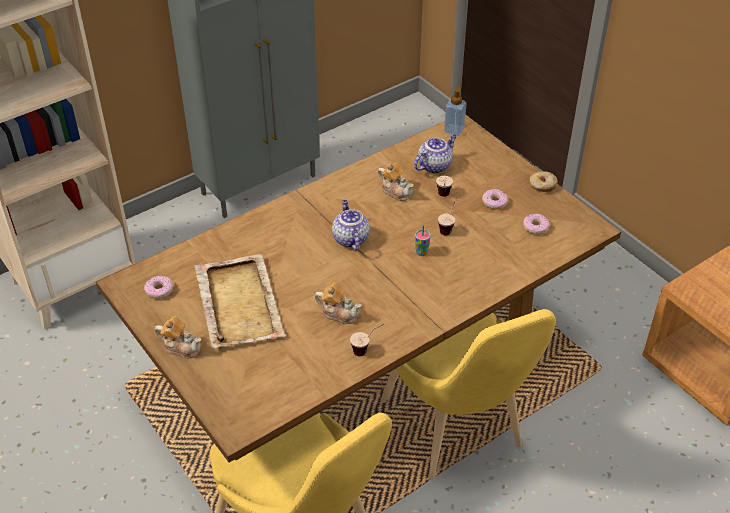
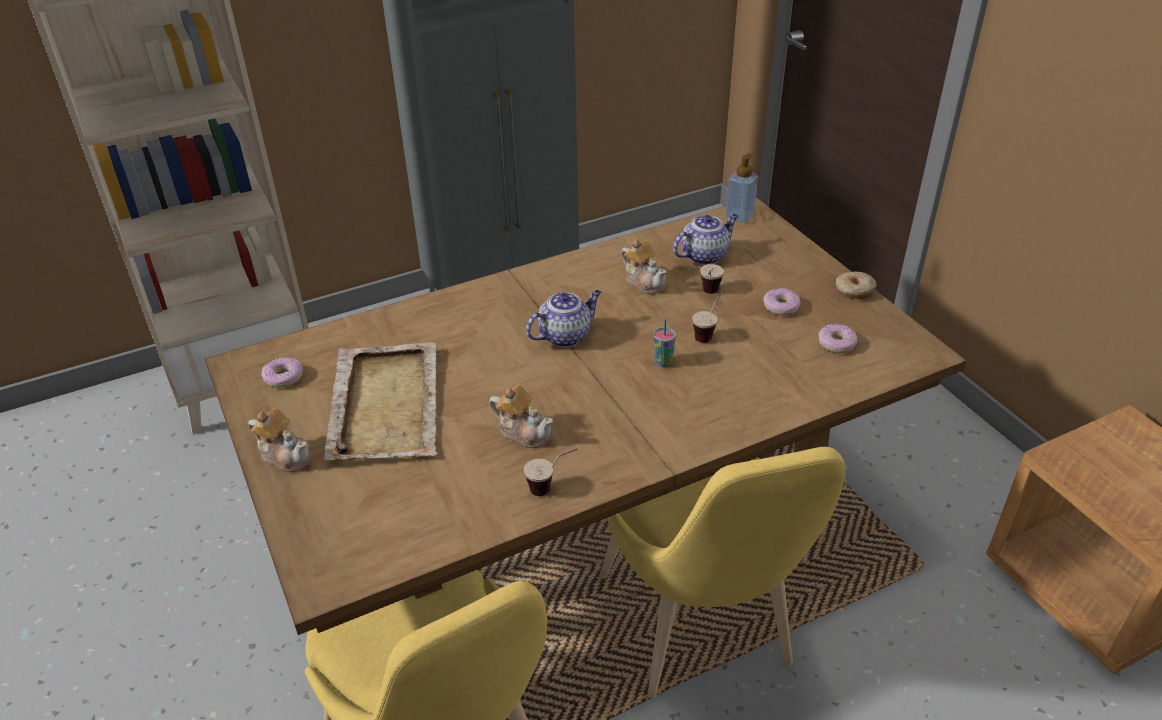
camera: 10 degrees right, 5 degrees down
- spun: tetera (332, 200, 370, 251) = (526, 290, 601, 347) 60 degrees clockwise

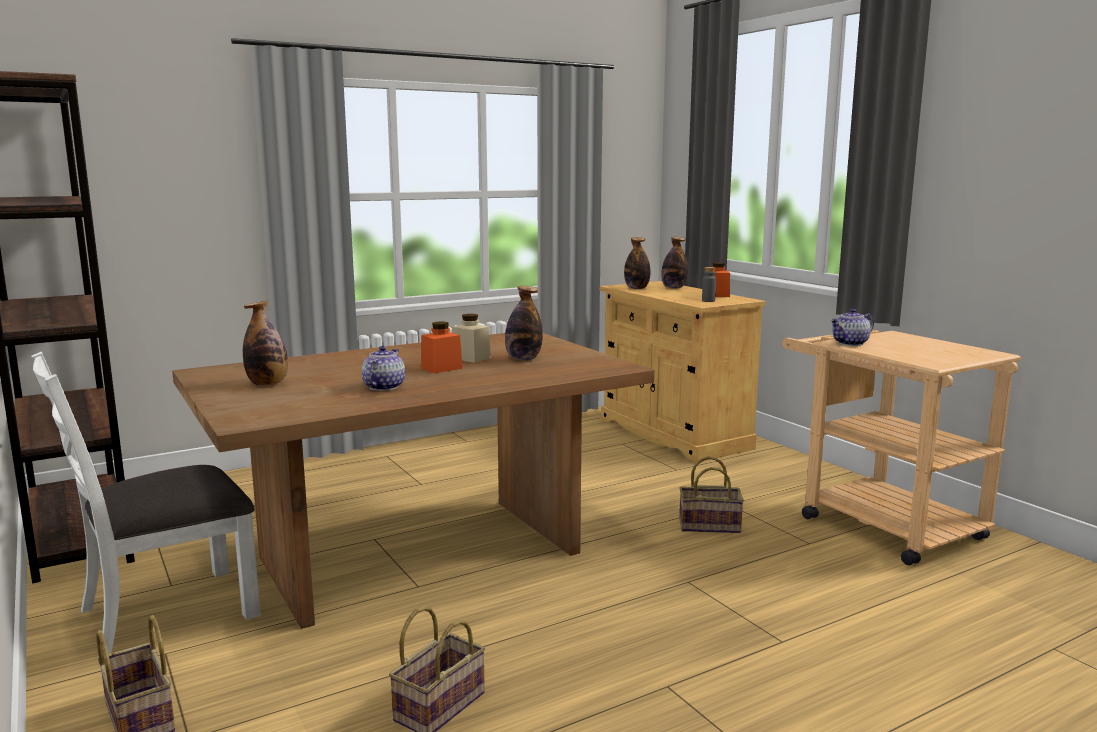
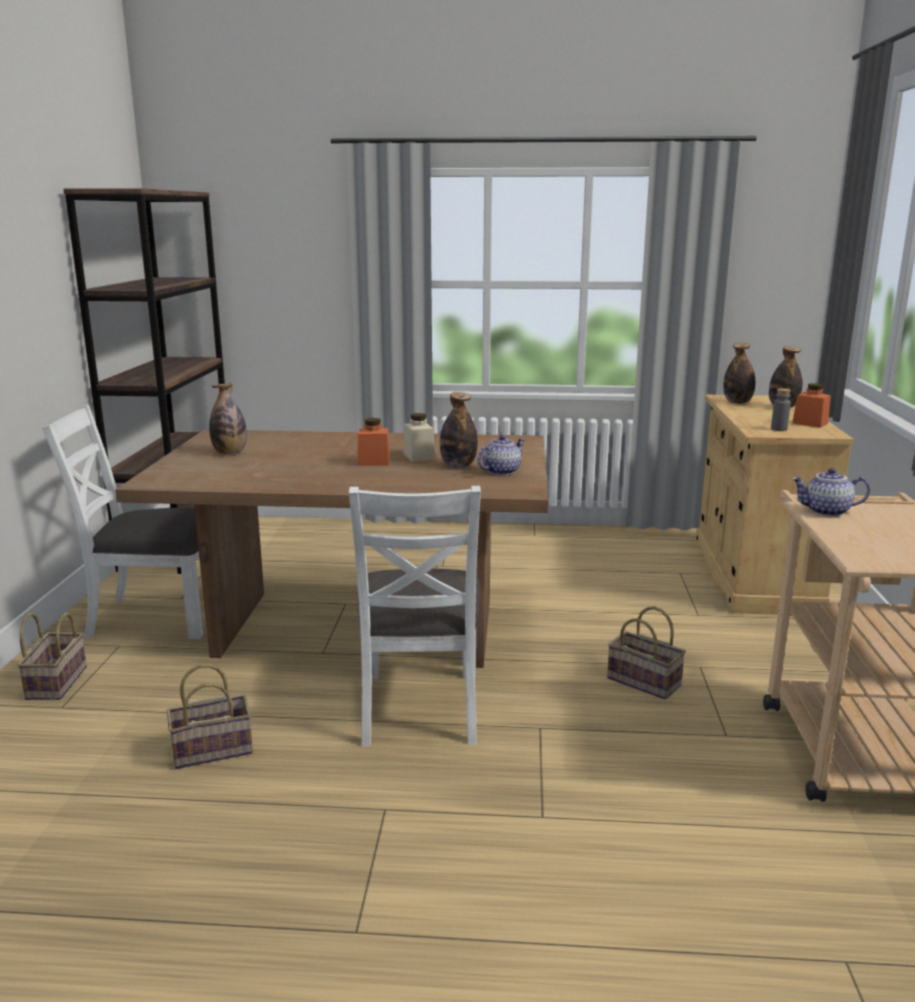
camera: 35 degrees right, 5 degrees up
- appeared: silla [blanco] (349, 486, 481, 747)
- relocated: tetera (362, 346, 405, 391) to (477, 435, 525, 475)

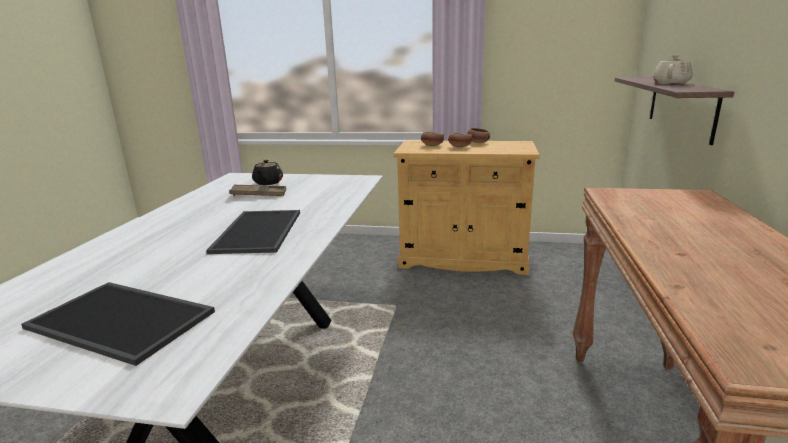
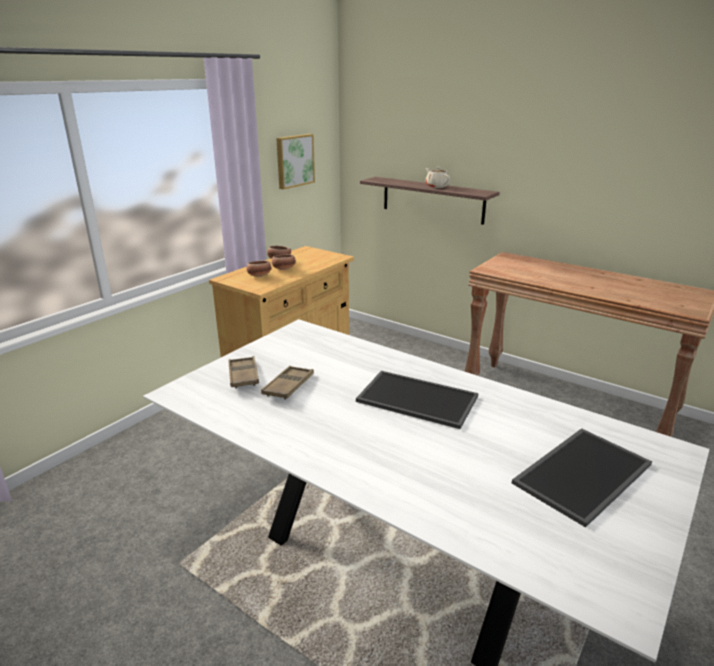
camera: 65 degrees left, 5 degrees up
- appeared: cuadro (276, 134, 315, 190)
- exchanged: tetera [negro] (252, 159, 283, 185) to bandeja [marrón] (228, 356, 259, 388)

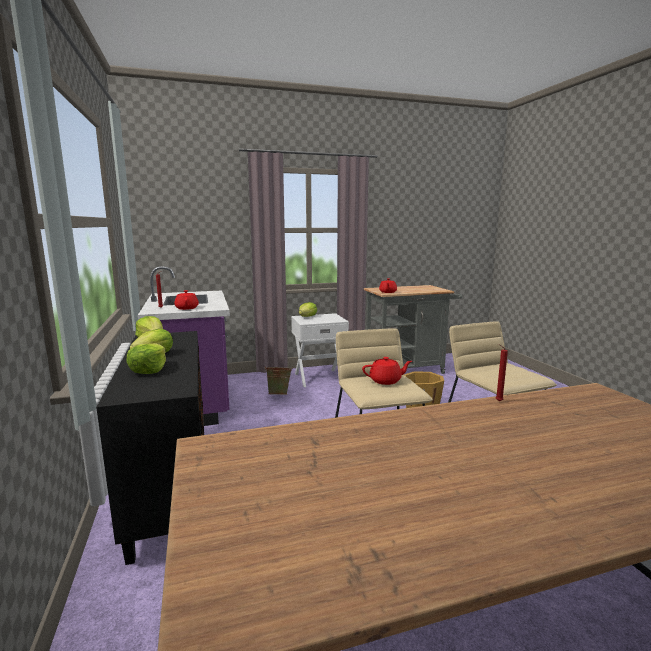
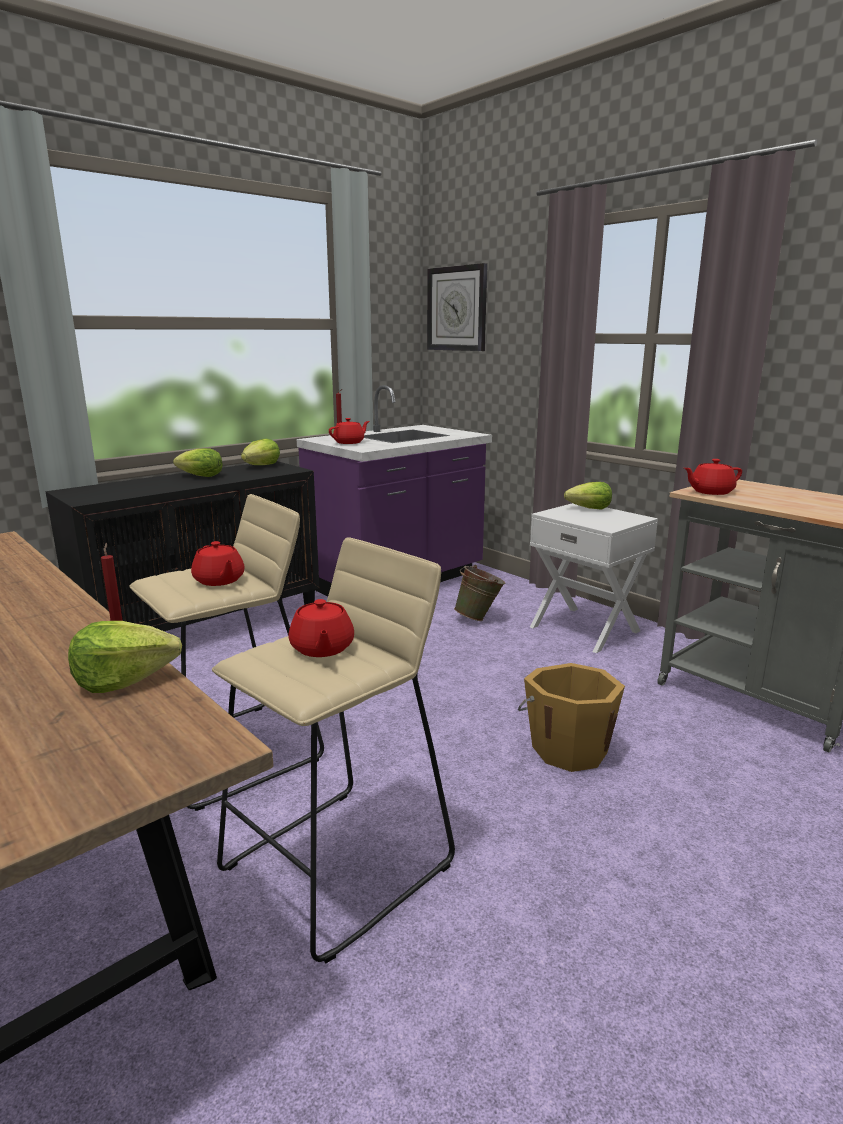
camera: 65 degrees right, 5 degrees up
- appeared: tetera [rojo] (288, 599, 354, 657)
- appeared: reloj de pared (427, 263, 487, 351)
- relocated: lechuga (127, 343, 166, 374) to (68, 621, 182, 693)

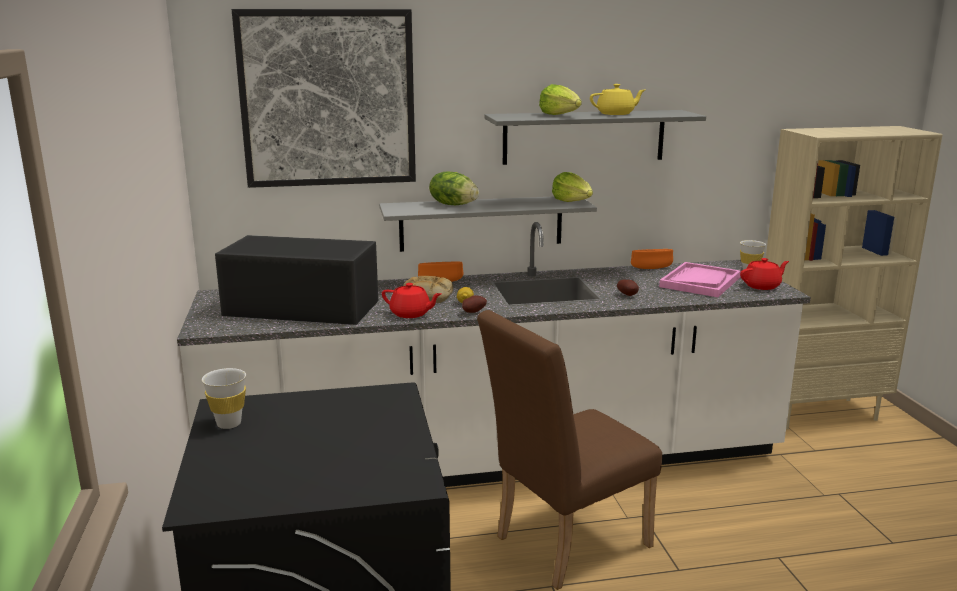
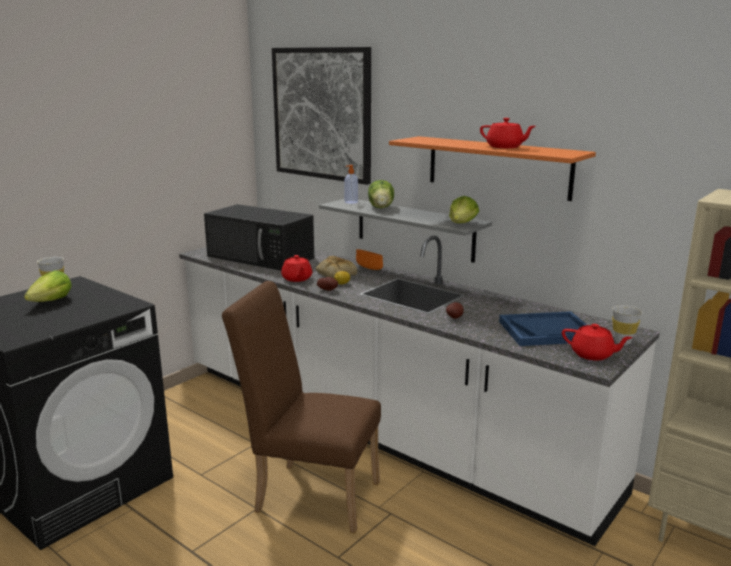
camera: 50 degrees right, 0 degrees up
- missing: cuenco [naranja] (631, 249, 673, 269)
- appeared: dispensador de jabón (344, 165, 358, 204)
- relocated: lechuga (539, 84, 582, 115) to (24, 270, 72, 302)
- colour: estante [gris] (484, 110, 706, 165) to estante [naranja] (389, 136, 596, 201)
- colour: tetera [amarillo] (590, 84, 645, 115) to tetera [rojo] (480, 118, 536, 148)
- colour: bandeja [rosa] (659, 262, 741, 297) to bandeja [azul] (499, 311, 587, 346)
- spun: microondas [negro] (215, 235, 378, 325) = (204, 204, 314, 271) 150 degrees clockwise

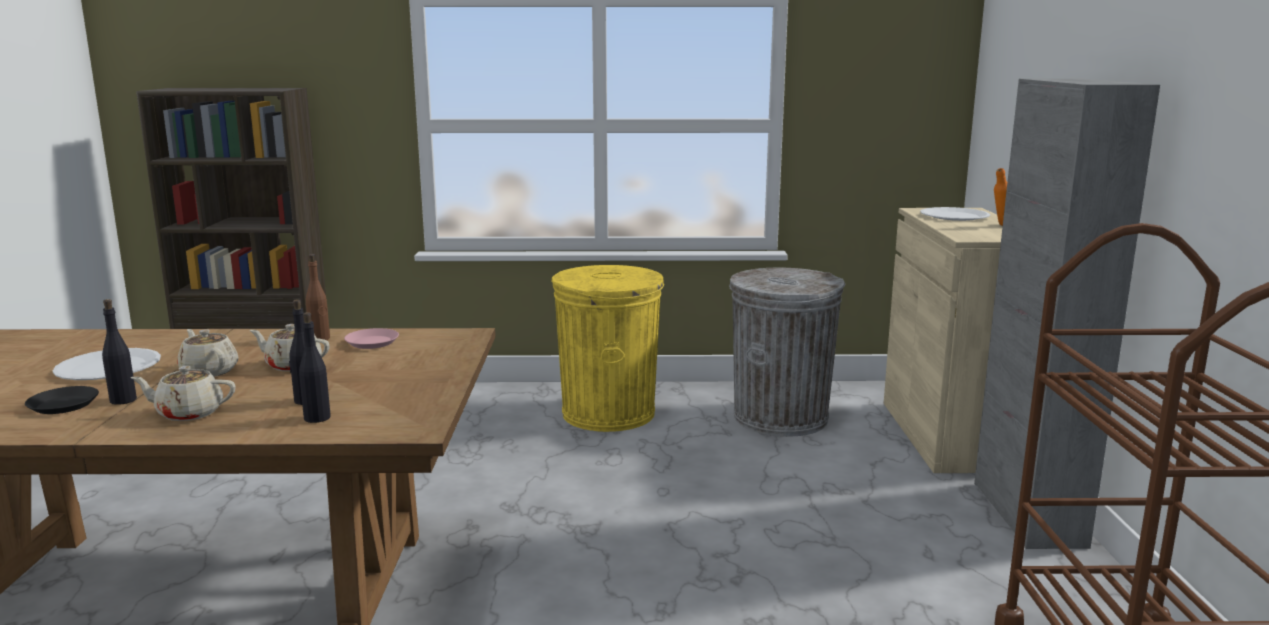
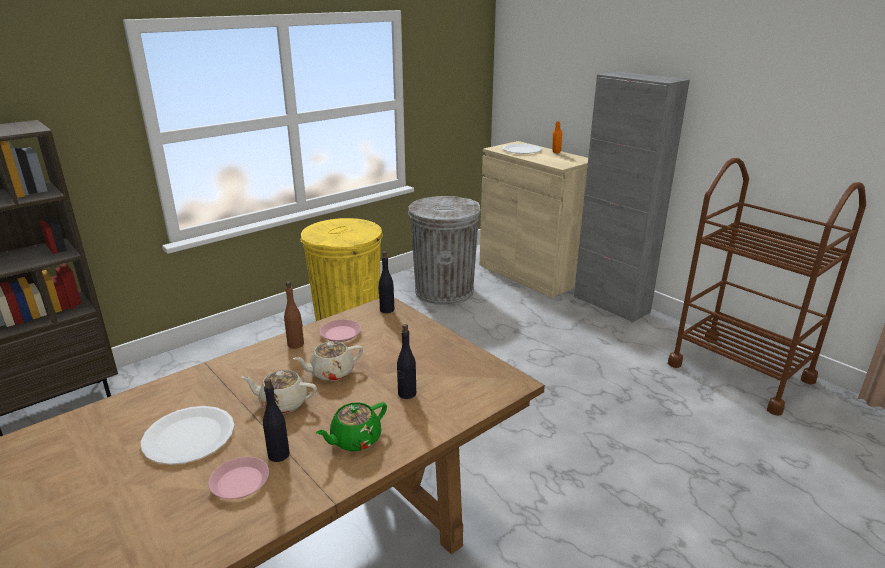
camera: 40 degrees left, 10 degrees up
- relocated: botella [negro] (299, 312, 331, 423) to (378, 251, 394, 313)
- colour: plato [negro] (25, 386, 99, 414) to plato [rosa] (208, 457, 269, 499)
- colour: tetera [beis] (131, 366, 236, 421) to tetera [verde] (315, 402, 387, 451)

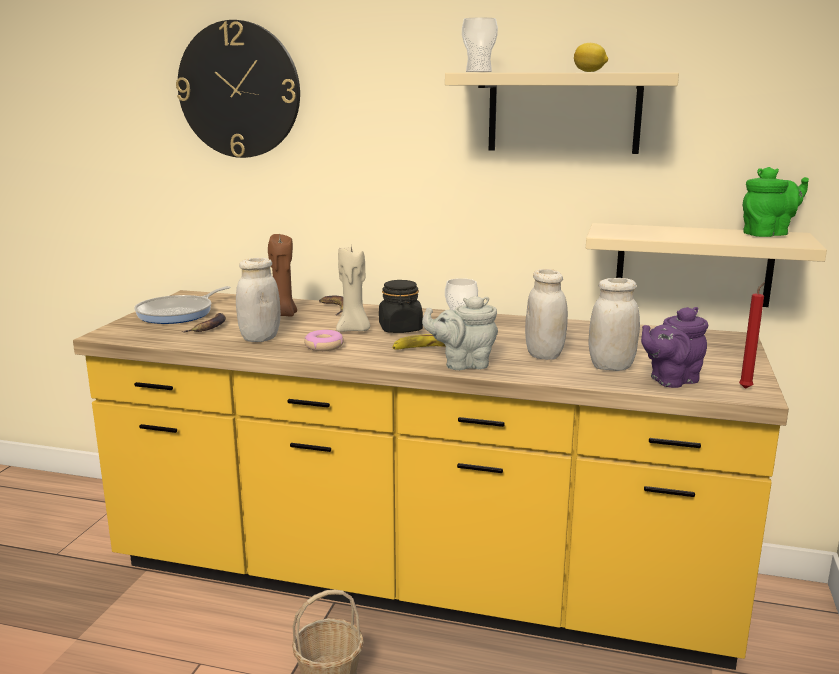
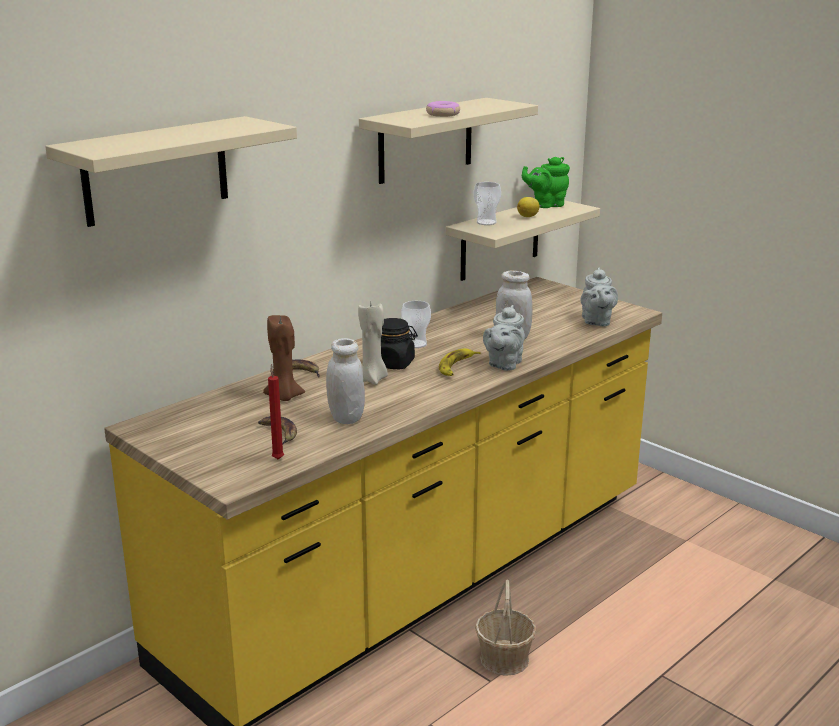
camera: 60 degrees left, 5 degrees up
- missing: sartén (134, 286, 230, 324)
- missing: tarro [blanco] (589, 278, 640, 371)
- relocated: rosquilla (304, 330, 344, 351) to (426, 101, 460, 117)
- relocated: taza (462, 17, 498, 72) to (474, 182, 501, 225)
- relocated: limón (574, 43, 608, 72) to (517, 197, 540, 217)
- relocated: vela [rojo] (739, 282, 765, 389) to (268, 364, 284, 459)
- exchanged: reloj de pared (176, 20, 300, 158) to estante [beis] (45, 116, 297, 227)
- colour: tetera [morado] (641, 307, 708, 388) to tetera [gris] (581, 268, 618, 327)
- spun: tetera [verde] (743, 167, 809, 237) = (522, 157, 570, 208) 120 degrees counterclockwise

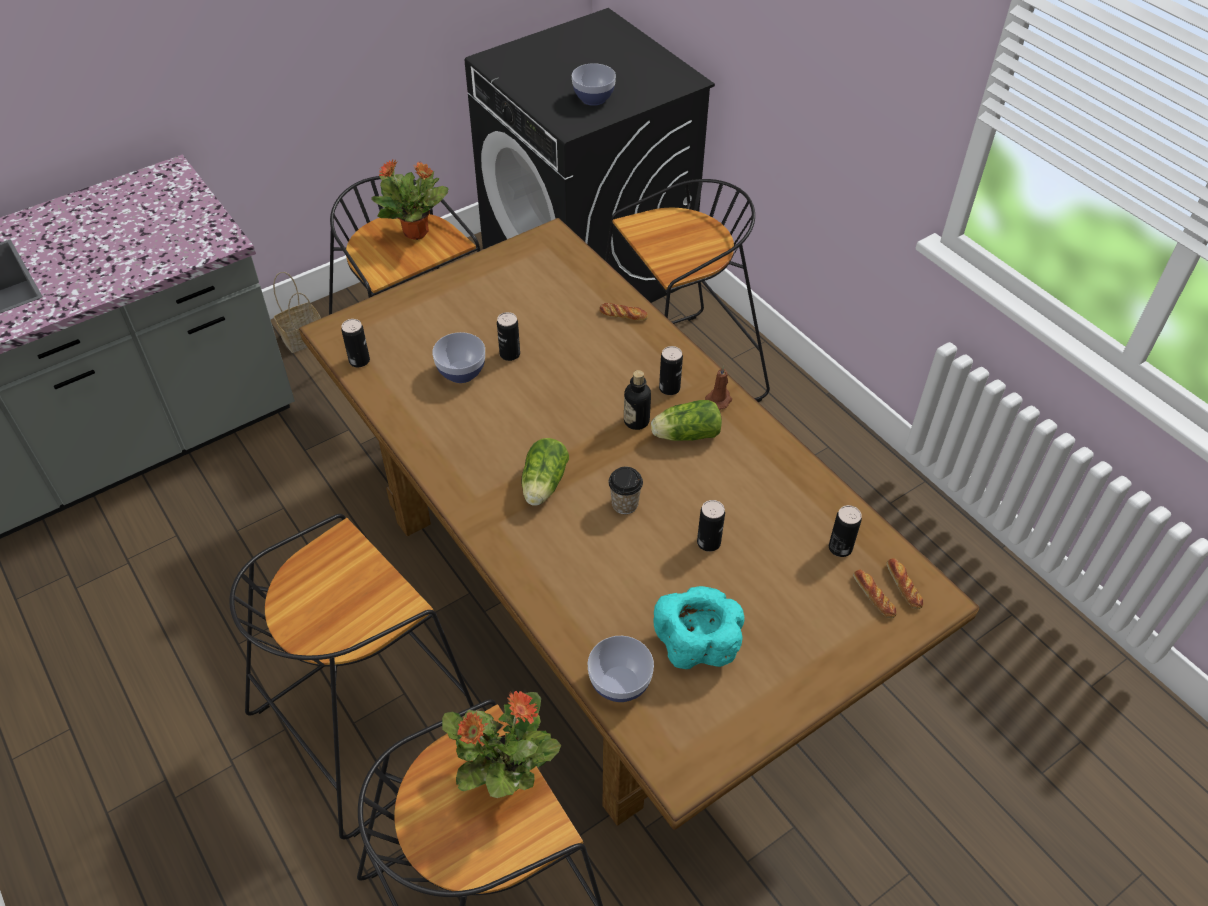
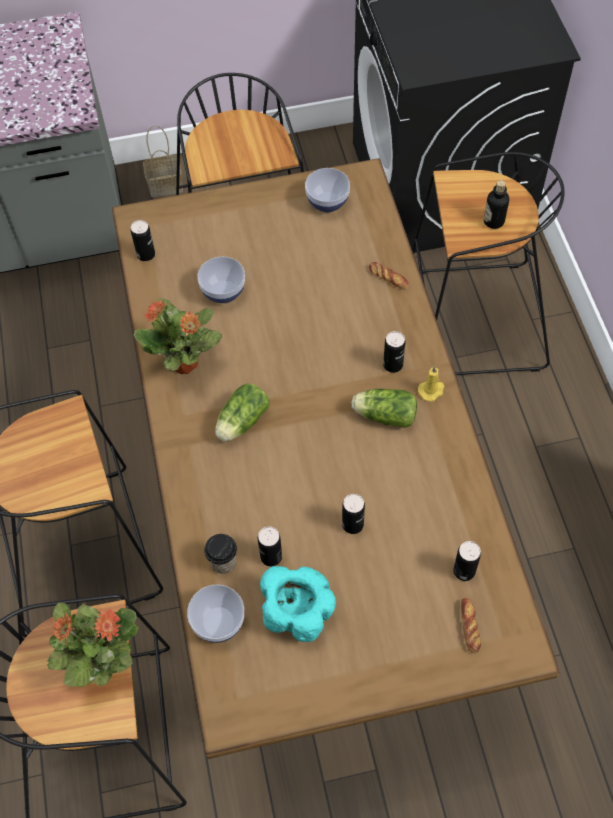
camera: 25 degrees right, 10 degrees up
- missing: pan (887, 558, 923, 609)
- relocated: planta en maceta (372, 159, 449, 240) to (134, 298, 222, 374)
- relocated: lata (497, 312, 520, 361) to (258, 526, 282, 566)
- relocated: cuenco (572, 63, 616, 106) to (305, 168, 350, 212)
- relocated: taza (608, 467, 643, 514) to (204, 534, 237, 574)
- relocated: botella (624, 370, 651, 430) to (484, 180, 509, 229)
- colour: vela [marrón] (705, 366, 732, 410) to vela [amarillo] (418, 366, 444, 401)

